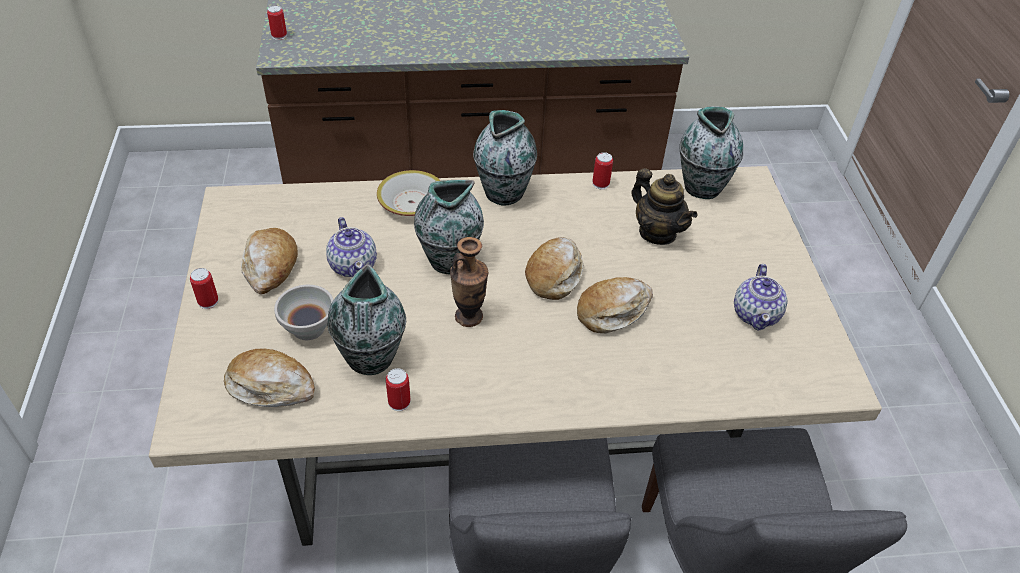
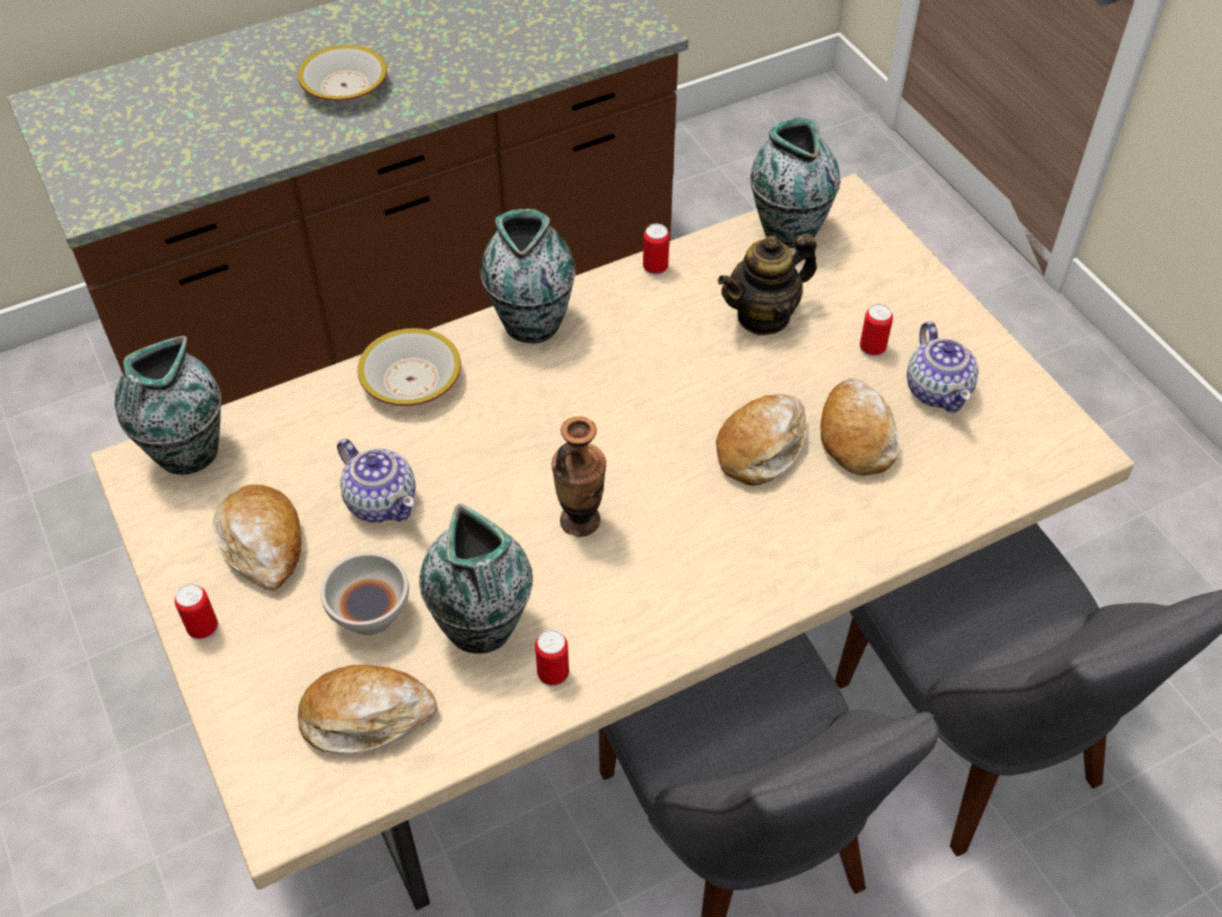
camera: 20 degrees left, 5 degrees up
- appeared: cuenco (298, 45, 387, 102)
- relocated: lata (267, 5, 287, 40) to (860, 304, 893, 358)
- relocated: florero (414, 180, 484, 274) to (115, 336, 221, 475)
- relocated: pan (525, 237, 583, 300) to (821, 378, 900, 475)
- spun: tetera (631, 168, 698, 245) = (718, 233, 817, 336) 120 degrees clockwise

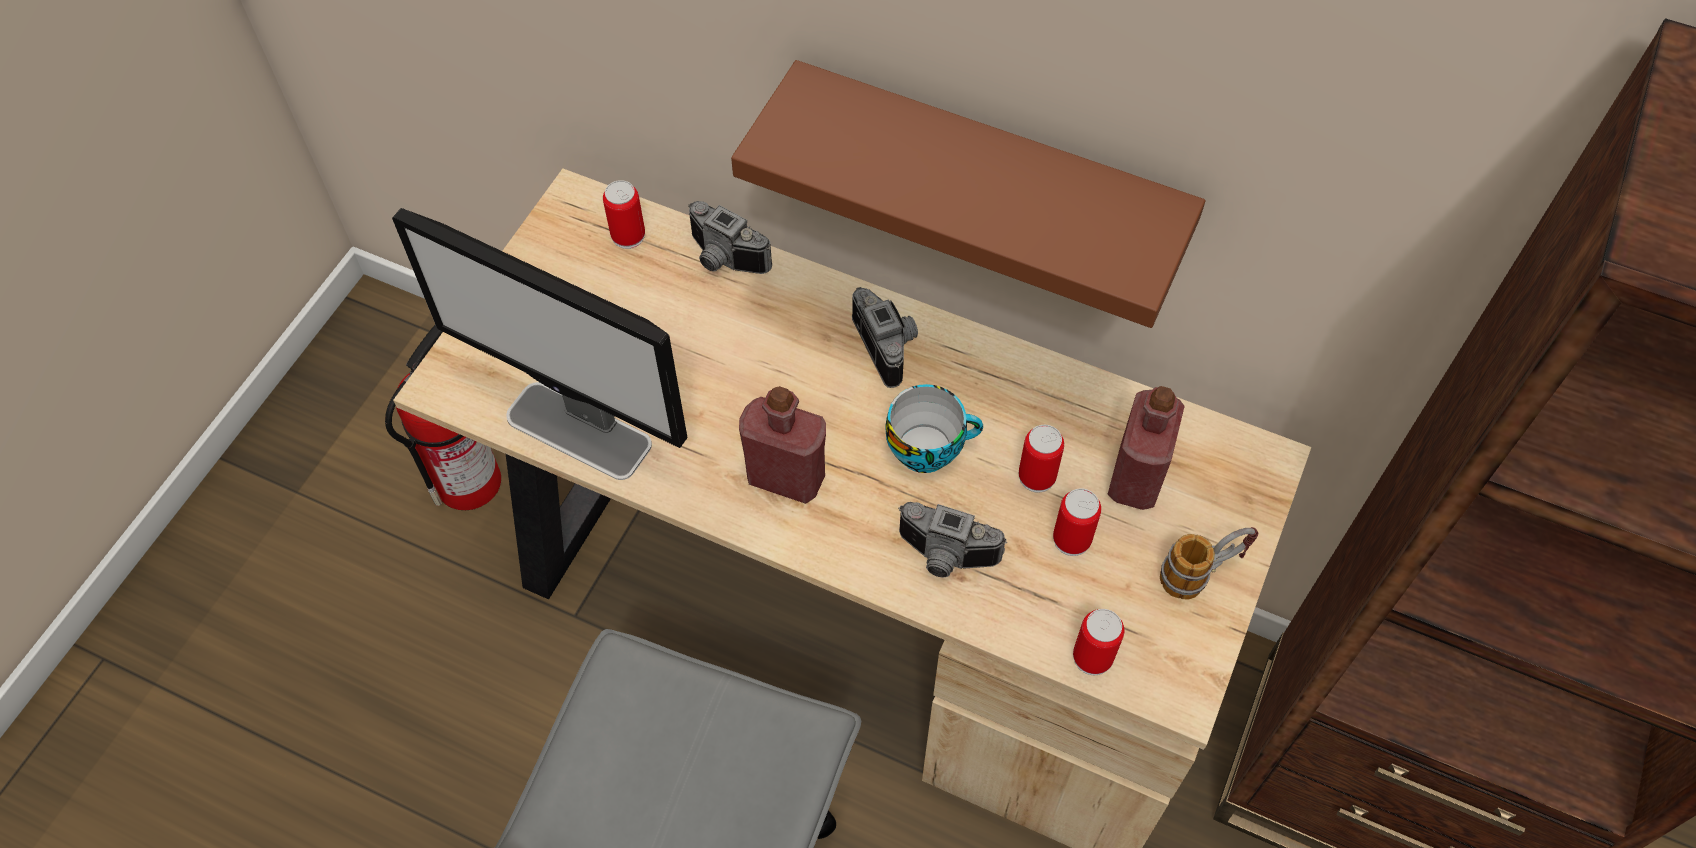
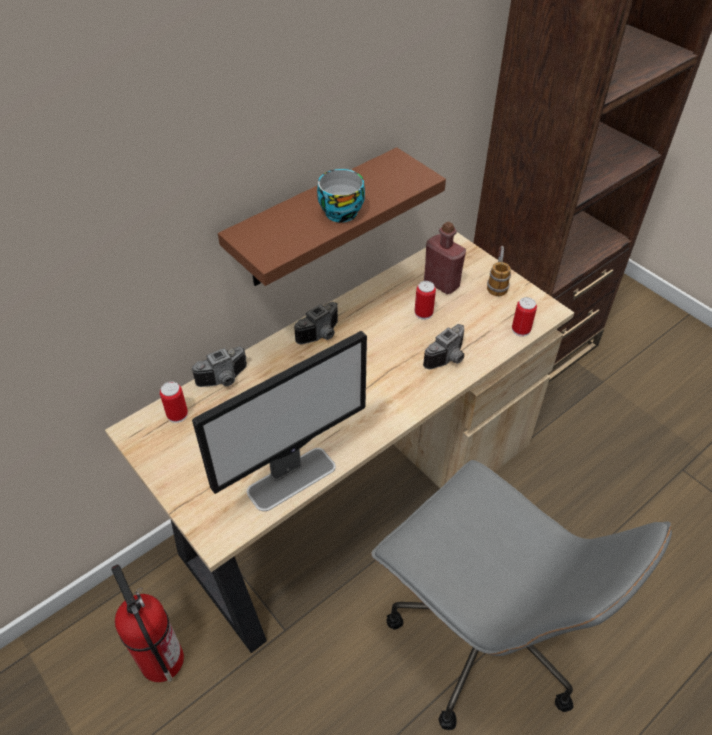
camera: 65 degrees left, 10 degrees down
- missing: botella [rojo] (739, 386, 826, 504)
- missing: lata (1053, 488, 1101, 556)
- relocated: taza (885, 384, 983, 473) to (317, 169, 365, 223)
- spun: cámara (852, 287, 918, 388) = (294, 302, 338, 344) 135 degrees clockwise

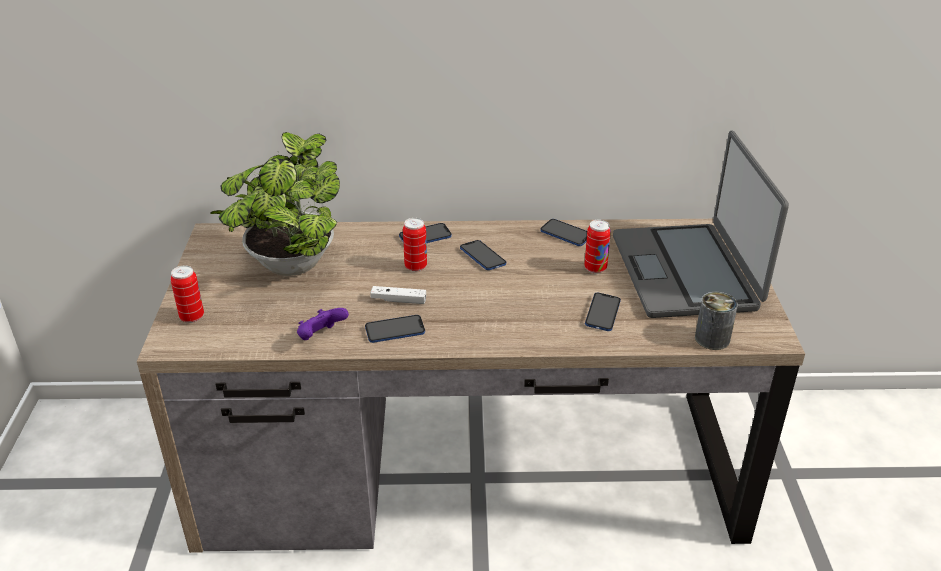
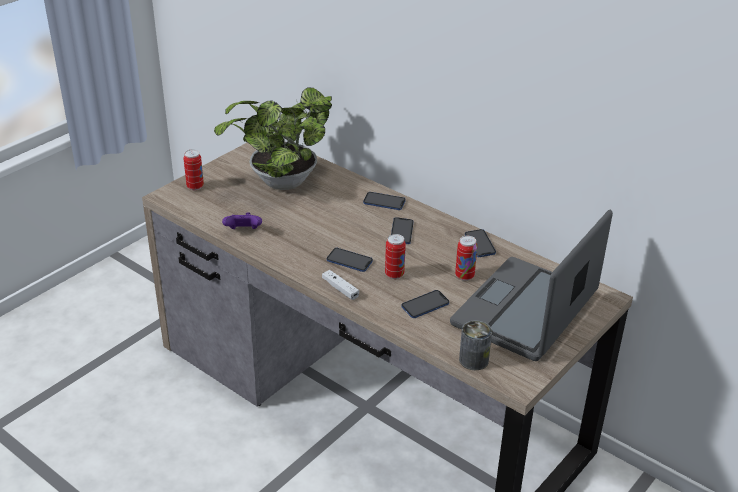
camera: 40 degrees right, 0 degrees up
- relocated: móvil (365, 315, 425, 343) to (327, 248, 373, 272)
- relocated: mando de consola [blanco] (370, 286, 426, 304) to (322, 270, 359, 300)
- relocated: lata (403, 218, 427, 272) to (385, 234, 406, 279)

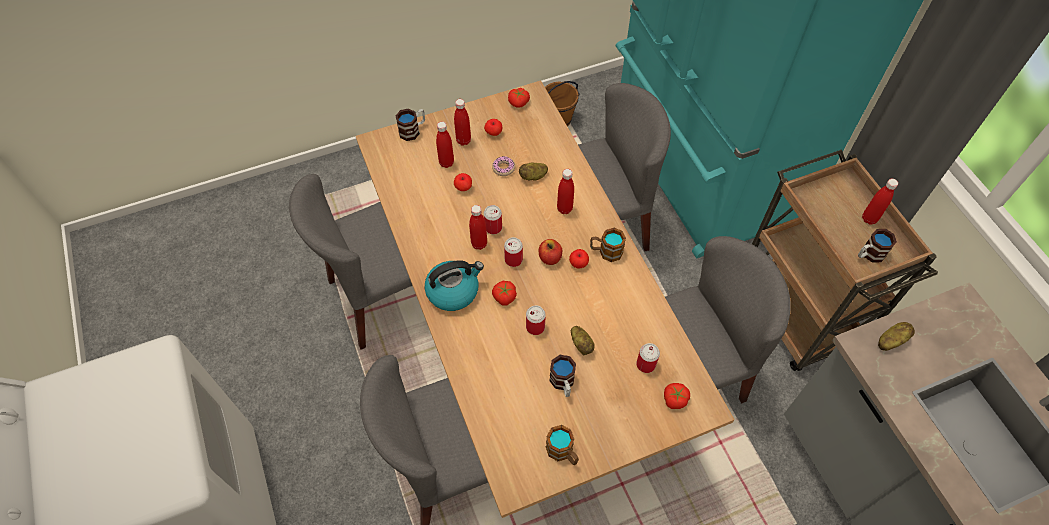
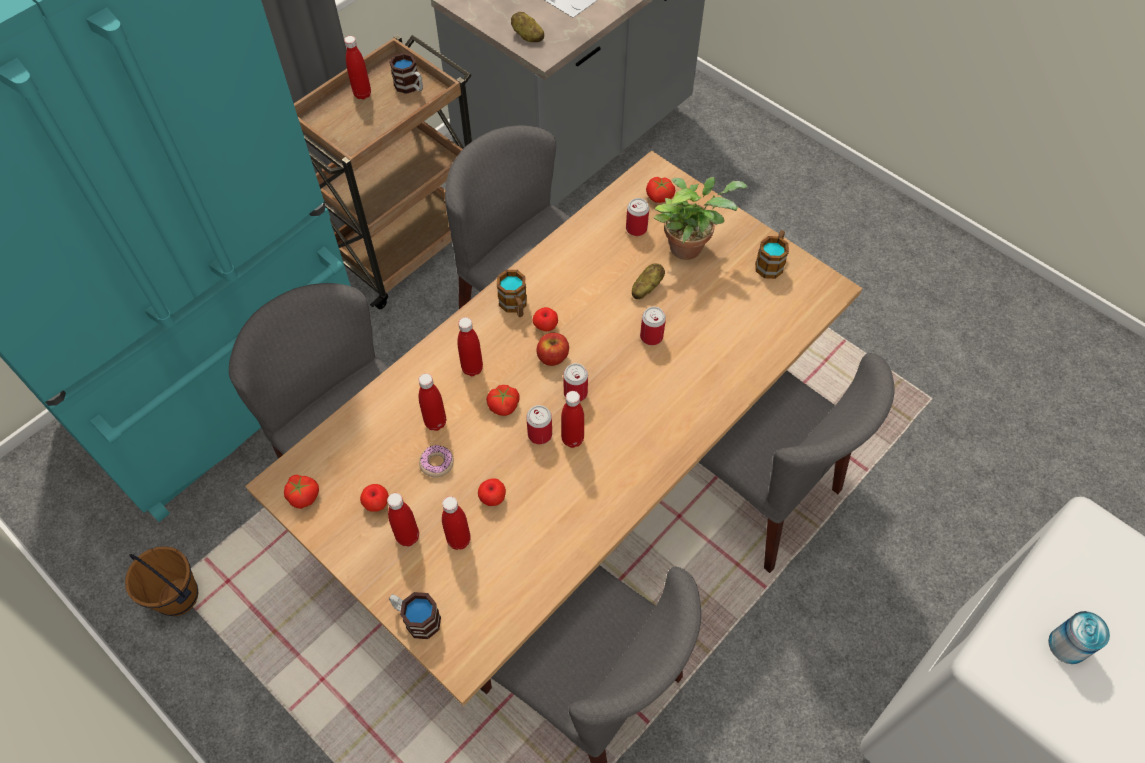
camera: 115 degrees left, 0 degrees up
- missing: hervidor (425, 260, 484, 311)
- missing: taza grande (549, 355, 576, 397)
- appeared: planta en maceta (653, 177, 748, 260)
- appeared: lata (1048, 611, 1110, 664)
- relocated: tomate (492, 281, 517, 306) to (486, 385, 520, 416)
- exchanged: patata (519, 162, 548, 180) to botella [rojo] (418, 373, 446, 431)

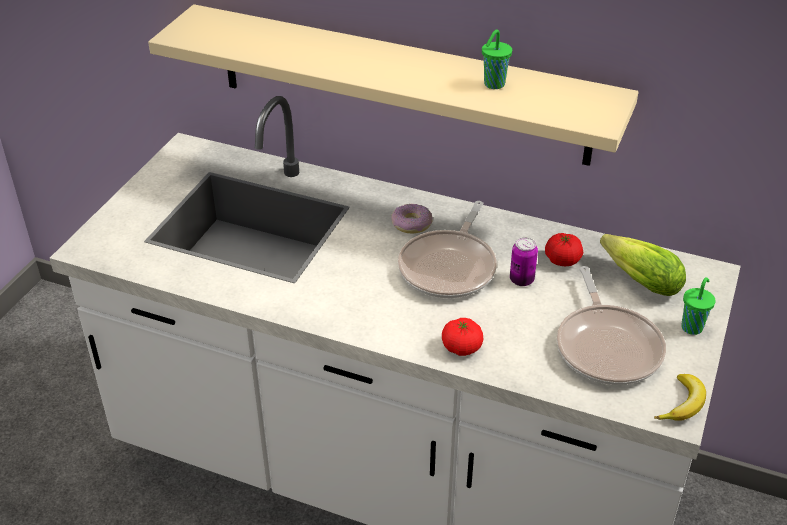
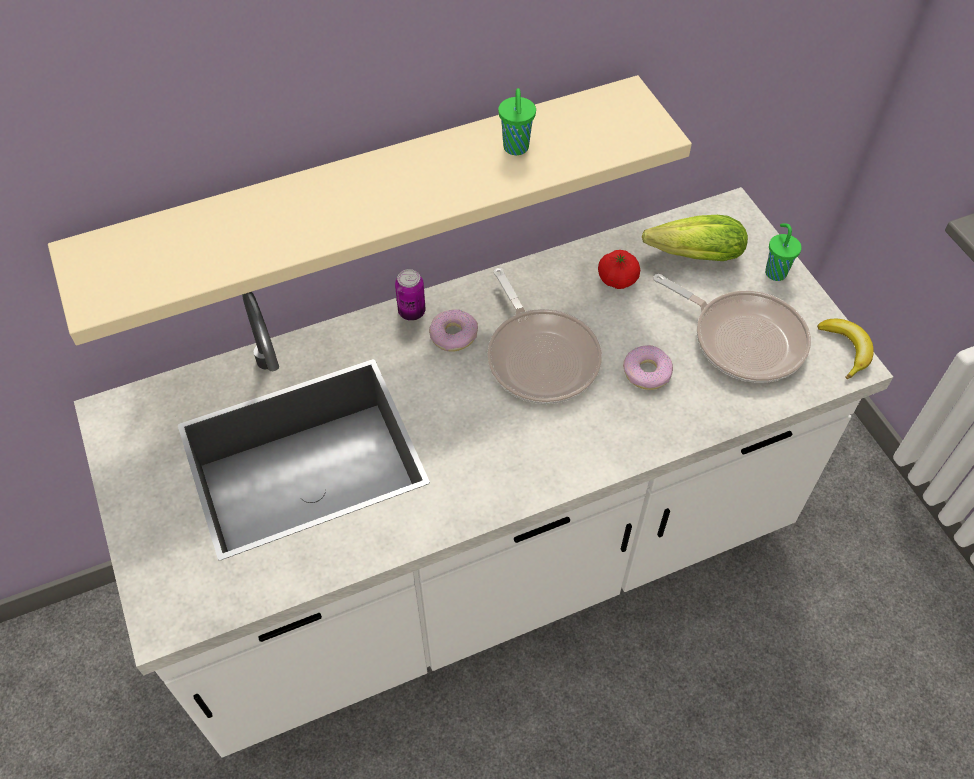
camera: 45 degrees left, 15 degrees up
- missing: tomate (442, 318, 483, 356)
- appeared: rosquilla (623, 345, 673, 390)
- relocated: lata (510, 237, 538, 286) to (395, 269, 426, 321)

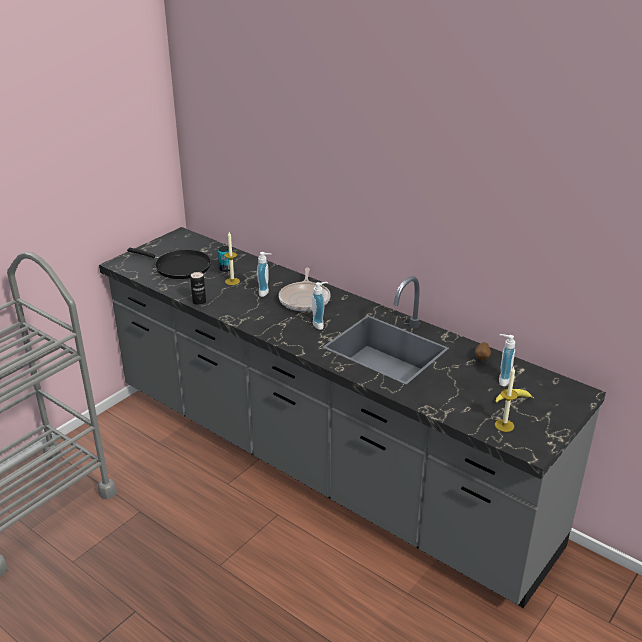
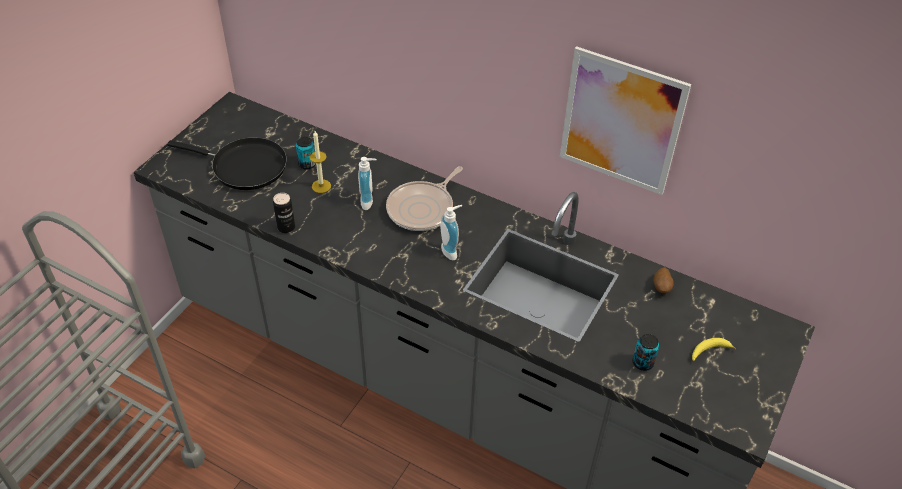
camera: 10 degrees left, 15 degrees up
- missing: vela (495, 367, 518, 432)
- missing: dispensador de jabón (499, 334, 515, 386)
- appeared: cuadro (560, 46, 691, 195)
- appeared: lata (632, 334, 659, 371)
- spun: sartén (279, 268, 331, 312) = (386, 166, 463, 231) 45 degrees clockwise

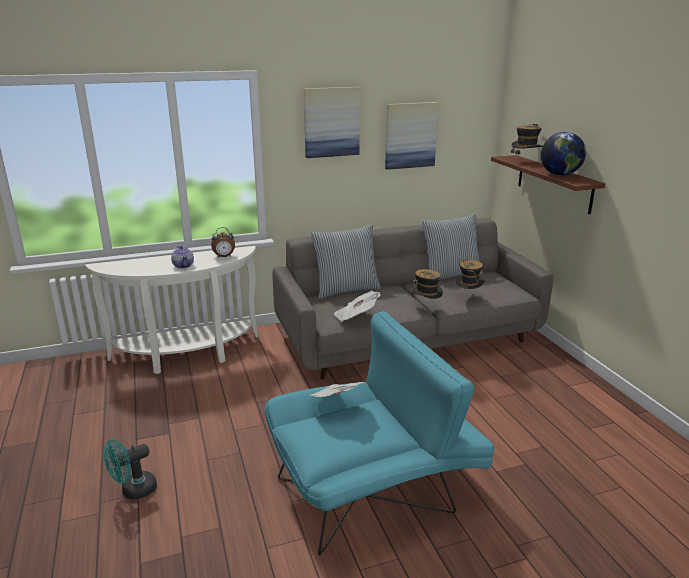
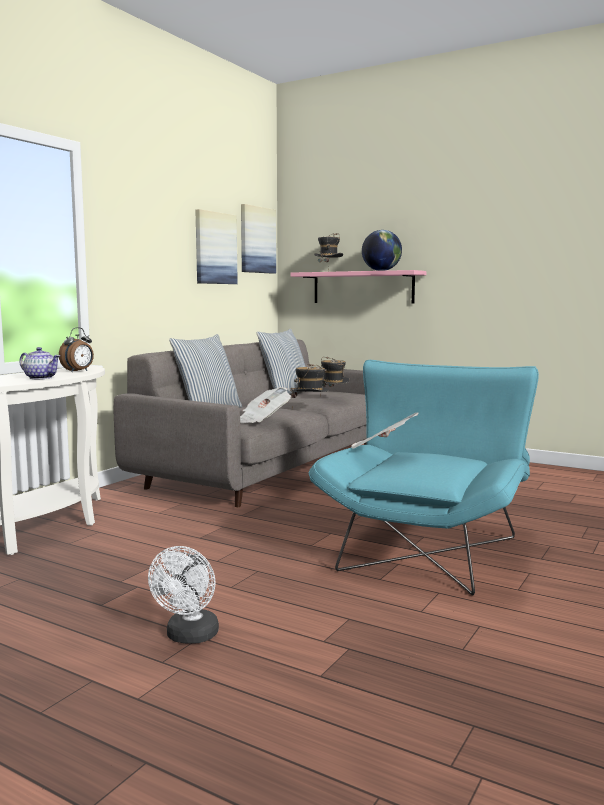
camera: 40 degrees left, 15 degrees down
- relocated: cuadro (304, 87, 360, 158) to (241, 204, 276, 274)
- colour: ventilador [turquesa] (104, 439, 157, 499) to ventilador [blanco] (148, 546, 219, 644)
- colour: estante [marrón] (491, 155, 605, 214) to estante [rosa] (290, 270, 426, 304)

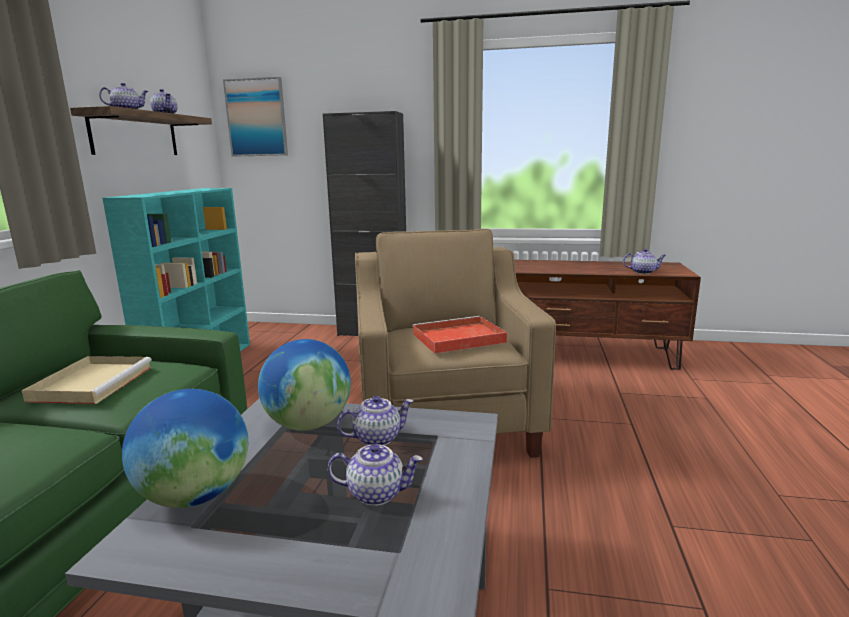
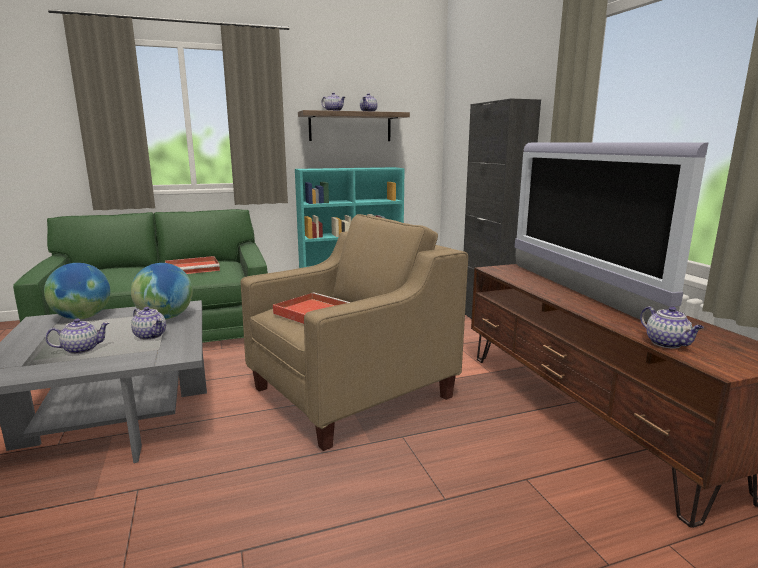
camera: 60 degrees right, 0 degrees up
- missing: cuadro (223, 77, 288, 157)
- appeared: televisor (515, 142, 709, 323)
- colour: bandeja [beis] (22, 356, 152, 404) to bandeja [rojo] (165, 256, 220, 274)
- spun: tetera (327, 444, 423, 506) = (45, 318, 109, 354) 90 degrees counterclockwise

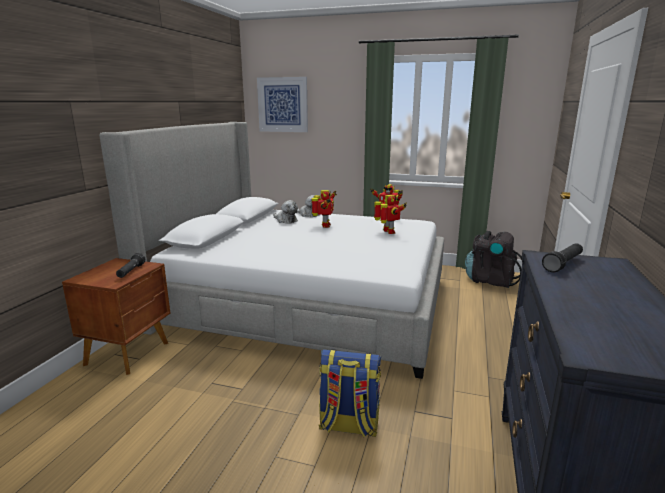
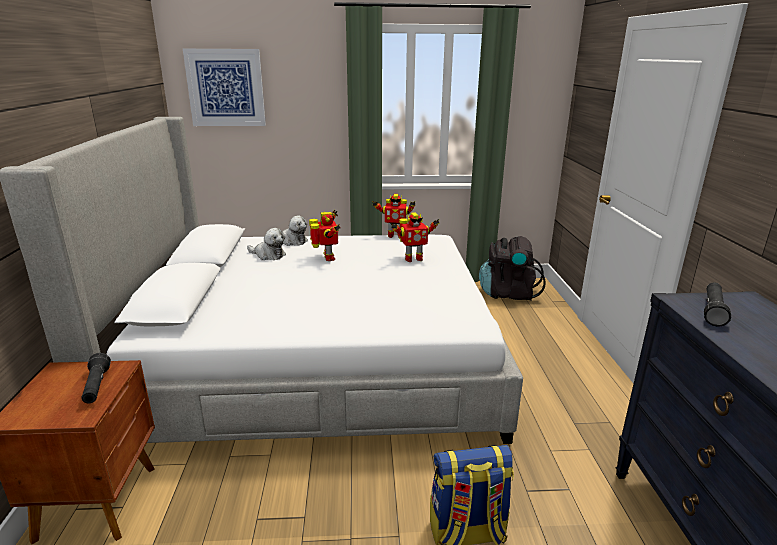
camera: 20 degrees left, 5 degrees up
- spun: robot de juguete (374, 194, 407, 234) = (391, 212, 439, 262) 120 degrees clockwise

